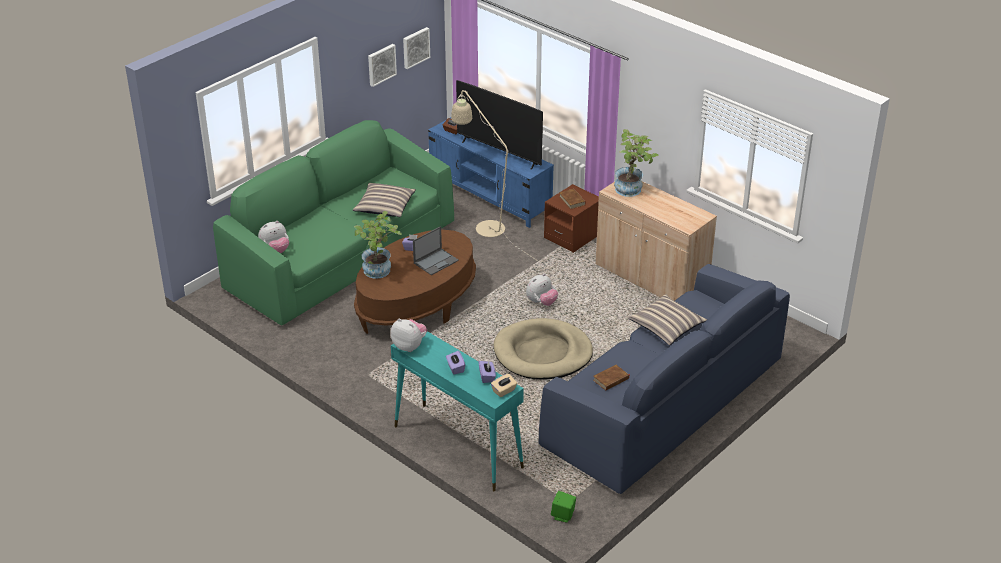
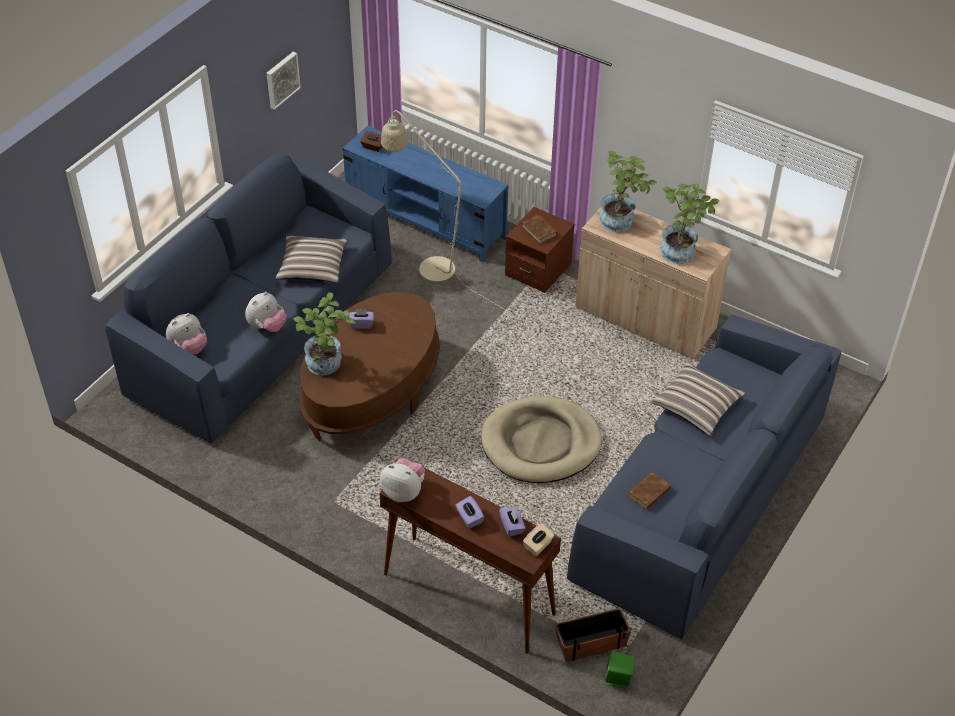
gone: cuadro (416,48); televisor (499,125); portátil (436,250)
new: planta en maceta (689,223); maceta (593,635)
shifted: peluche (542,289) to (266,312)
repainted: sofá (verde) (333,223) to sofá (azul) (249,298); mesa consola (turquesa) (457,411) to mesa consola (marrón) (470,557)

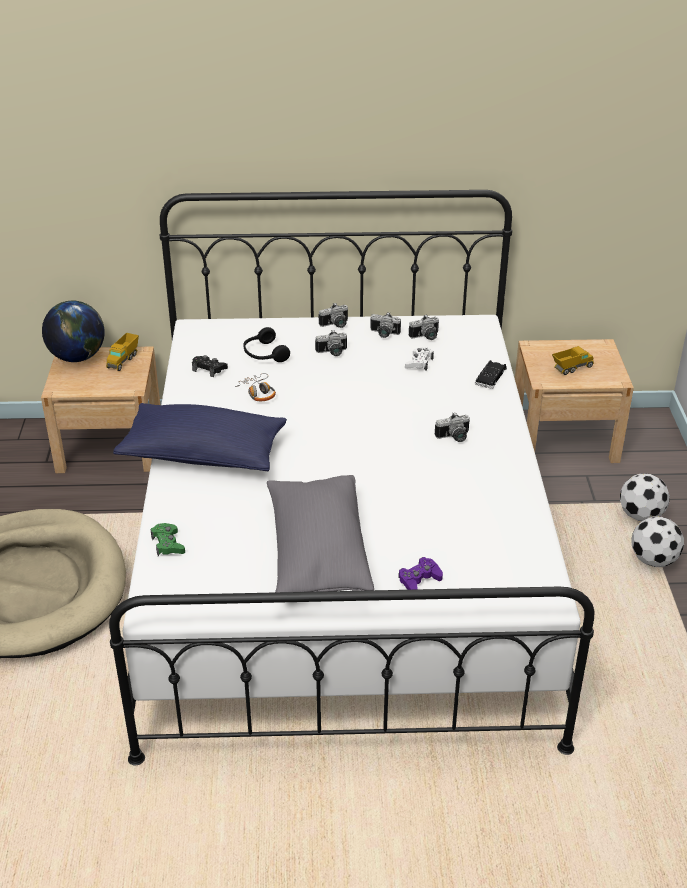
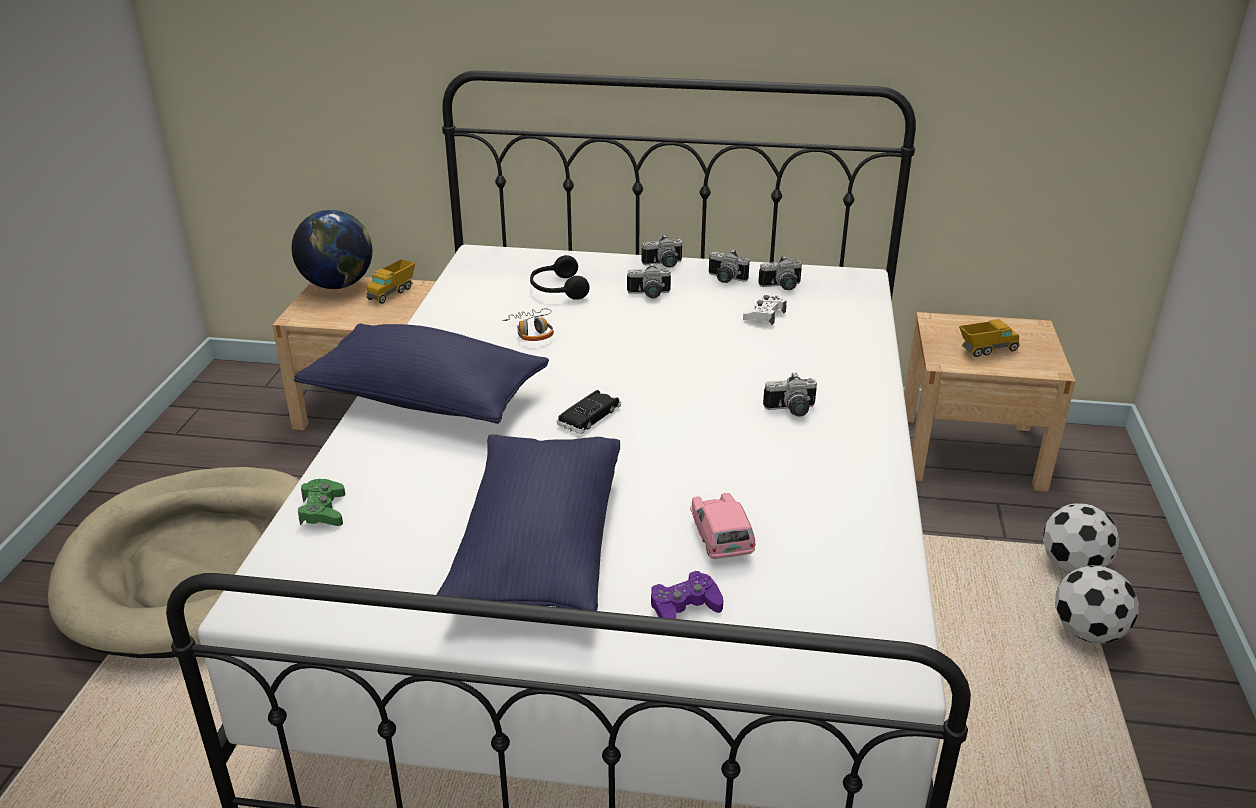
gone: mando de consola (negro) (210,366)
new: coche de juguete (rosa) (722,526)
shifted: coche de juguete (negro) (491,374) to (589,412)
repainted: cojín (gris) (320,533) to cojín (azul) (528,522)

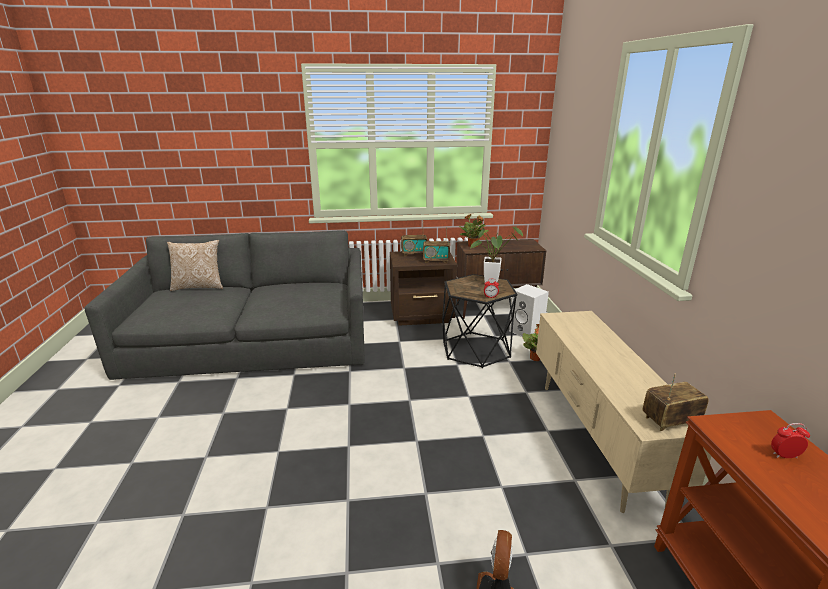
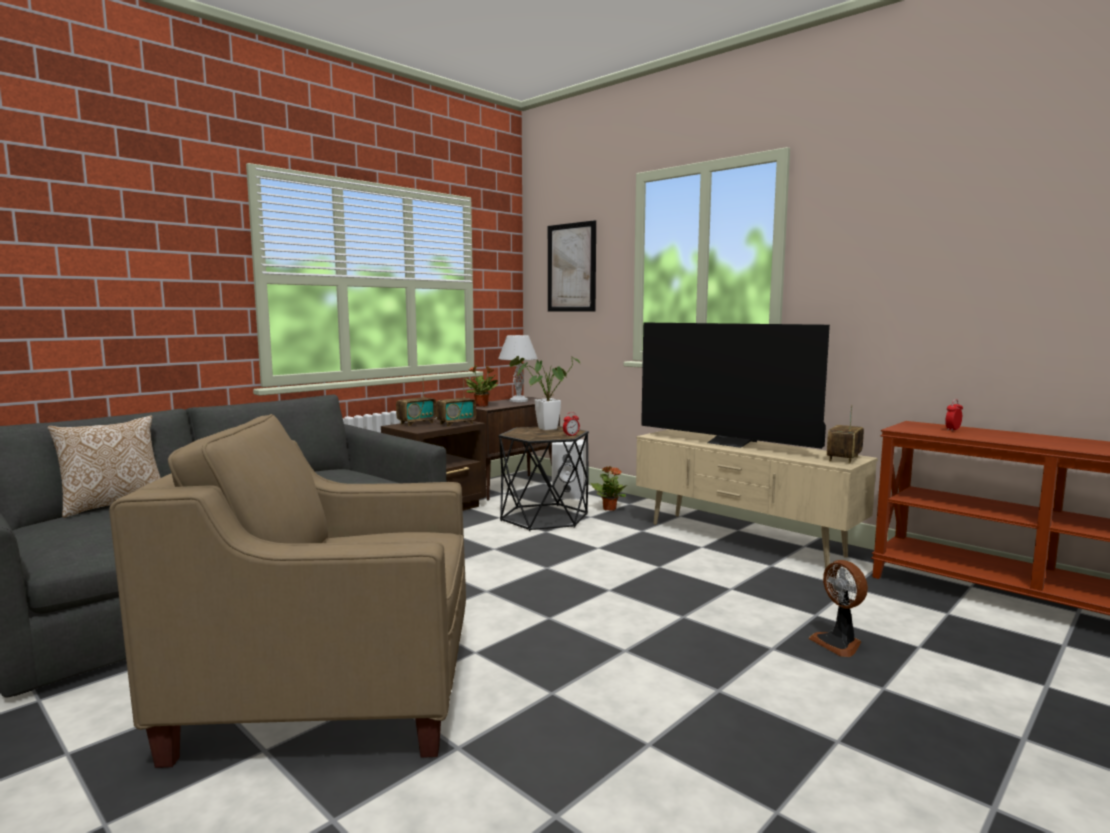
new: cuadro (572,266); televisor (735,386); lámpara de mesa (blanco) (518,368); sillón (beis) (287,591)

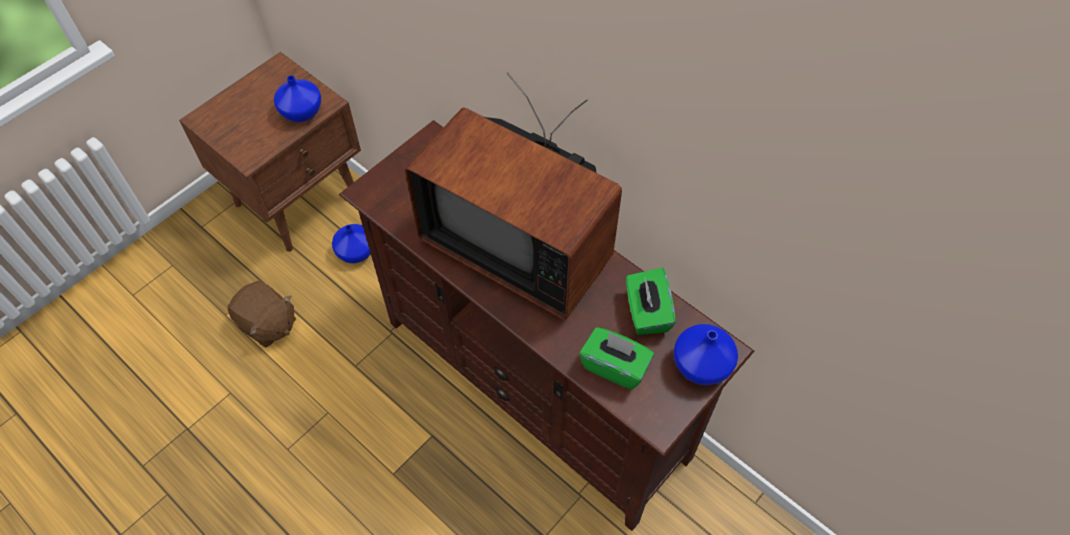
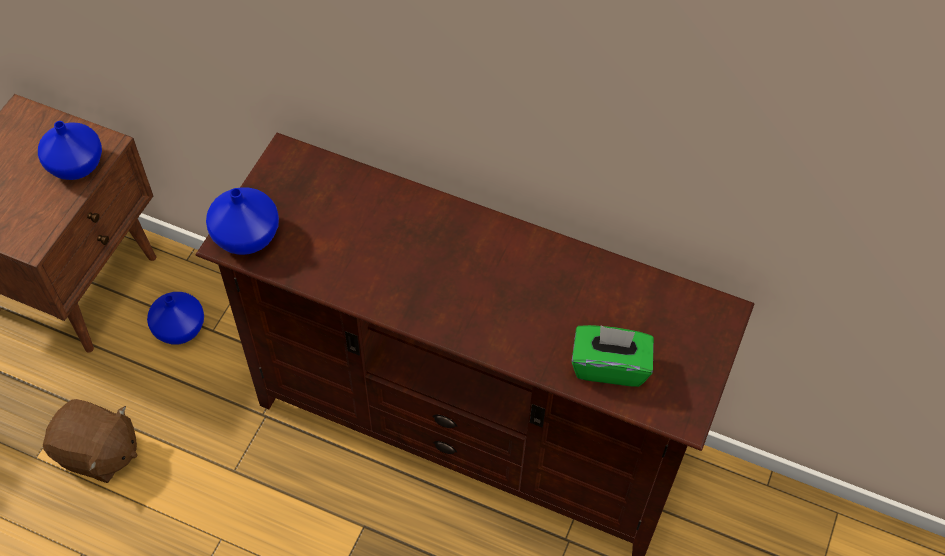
gone: televisor (513,196); caja de pañuelos (verde) (651,301)
shifted: florero (azul) (705,354) to (242,221)

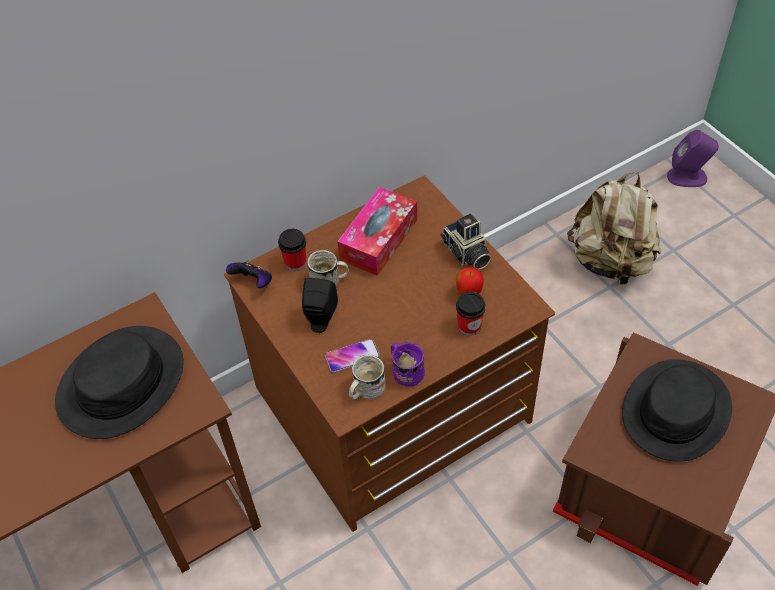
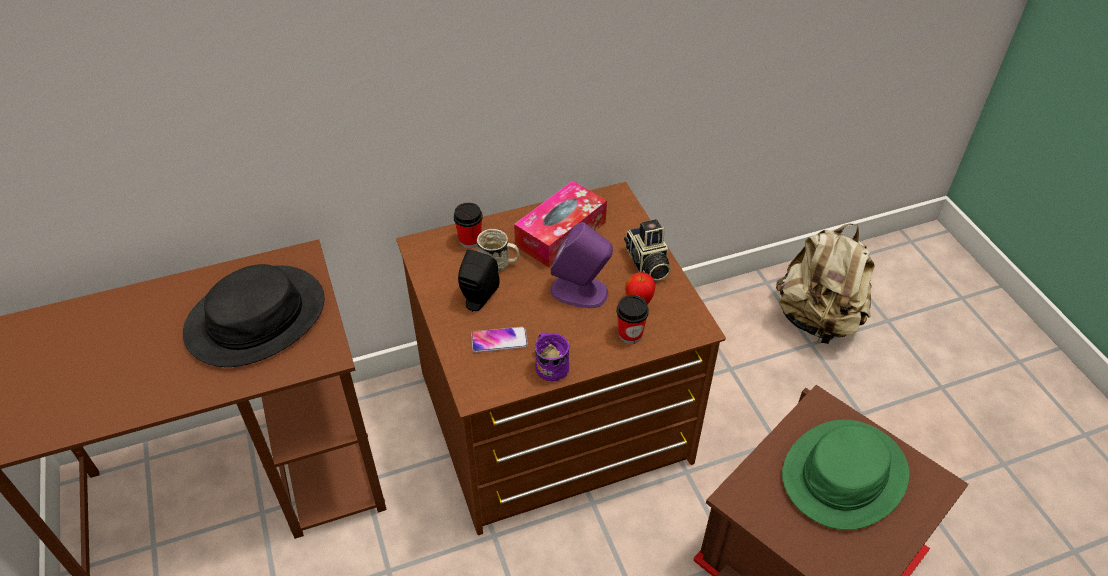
gone: mando de consola (249,274); taza grande (blanco) (367,377)
shifted: altavoz (morado) (693,158) to (581,265)
repainted: sombrero (negro) (677,410) to sombrero (verde) (846,475)

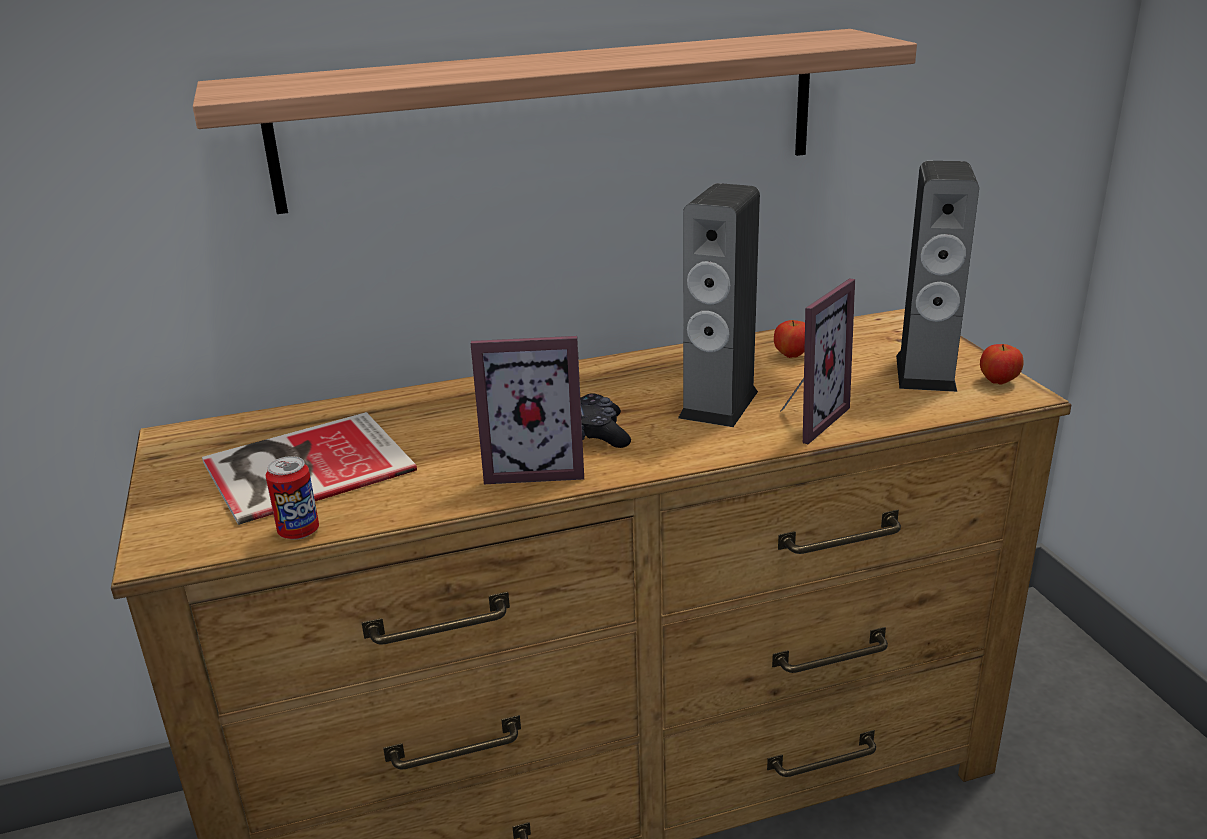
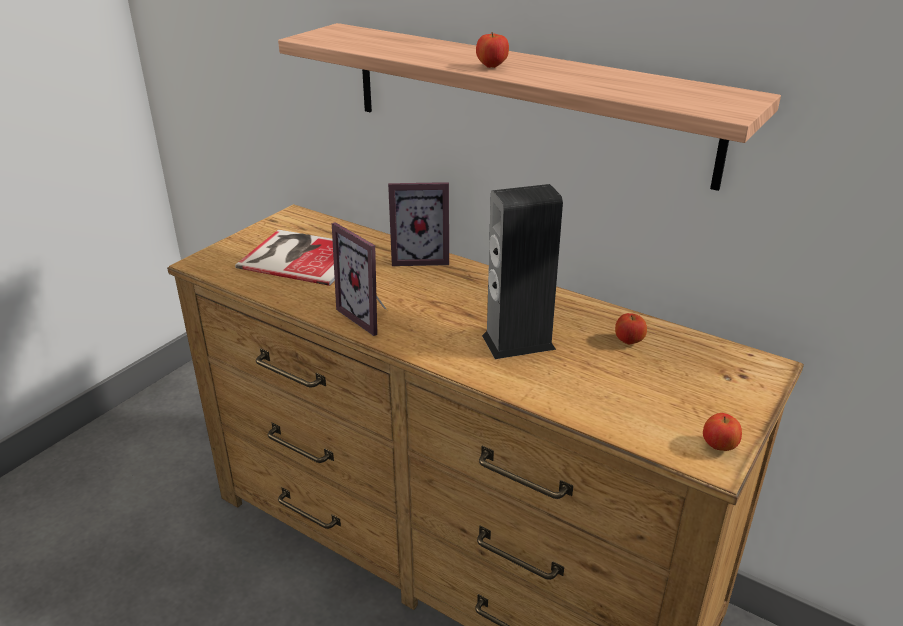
gone: altavoz (937,276); mando de consola (negro) (605,420); lata (292,498)
new: manzana (492,50)
shifted: portarretratos (817,361) to (418,224)

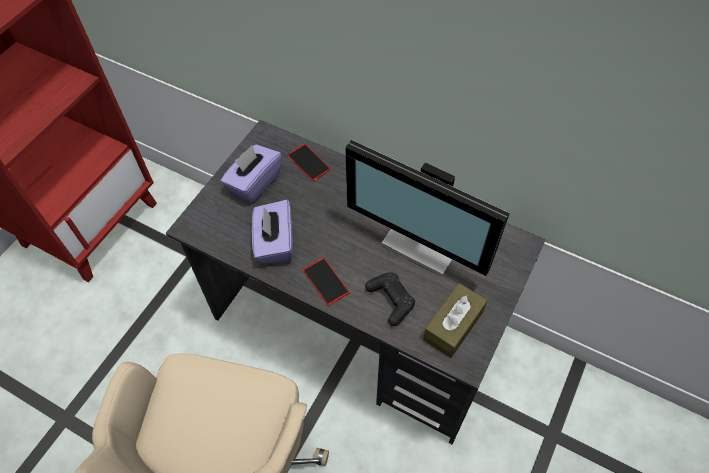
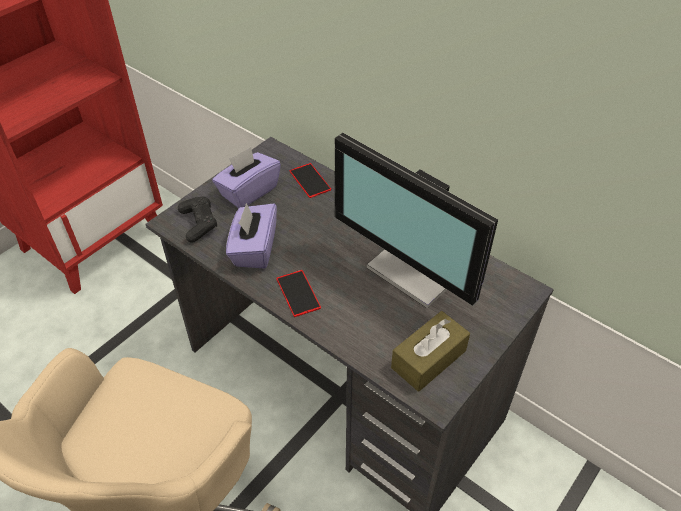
shifted: mando de consola (negro) (390,299) to (197,219)

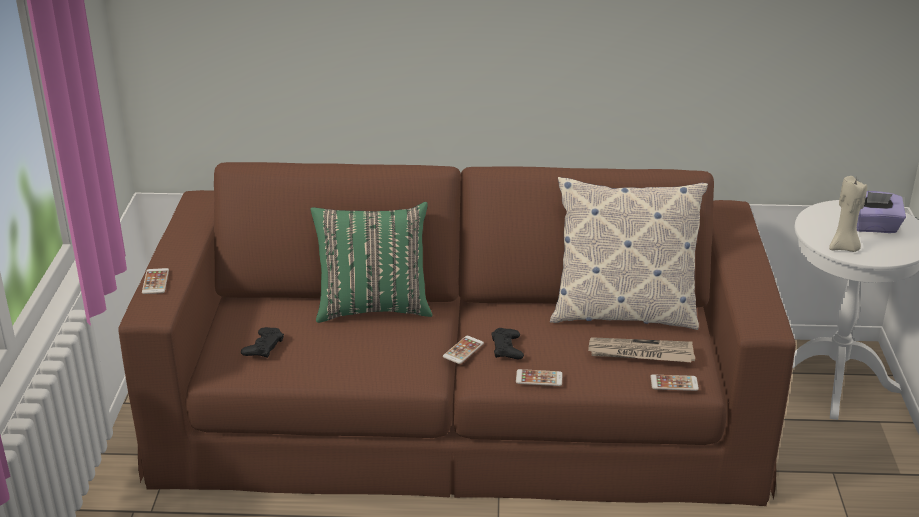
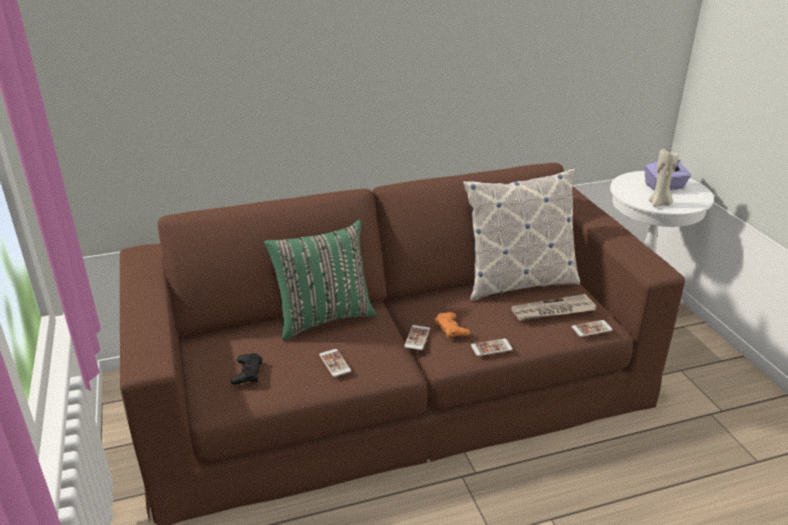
shifted: móvil (155,281) to (335,363)
repainted: mando de consola (negro) (507,343) to mando de consola (naranja) (452,325)

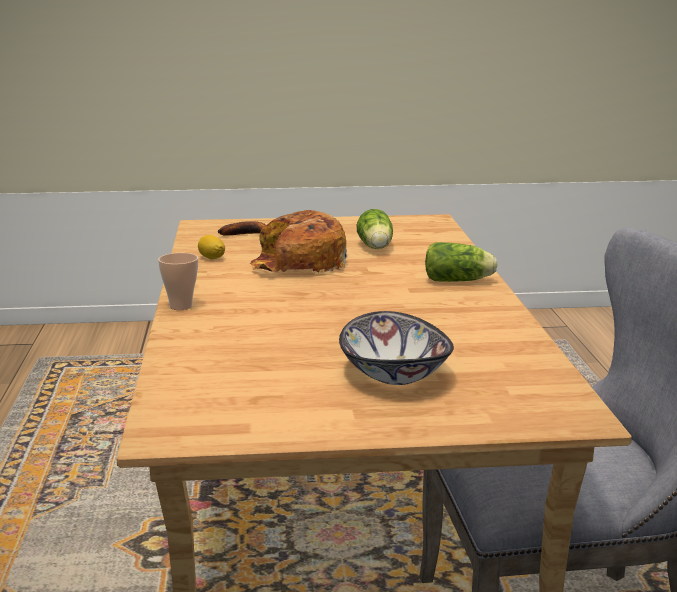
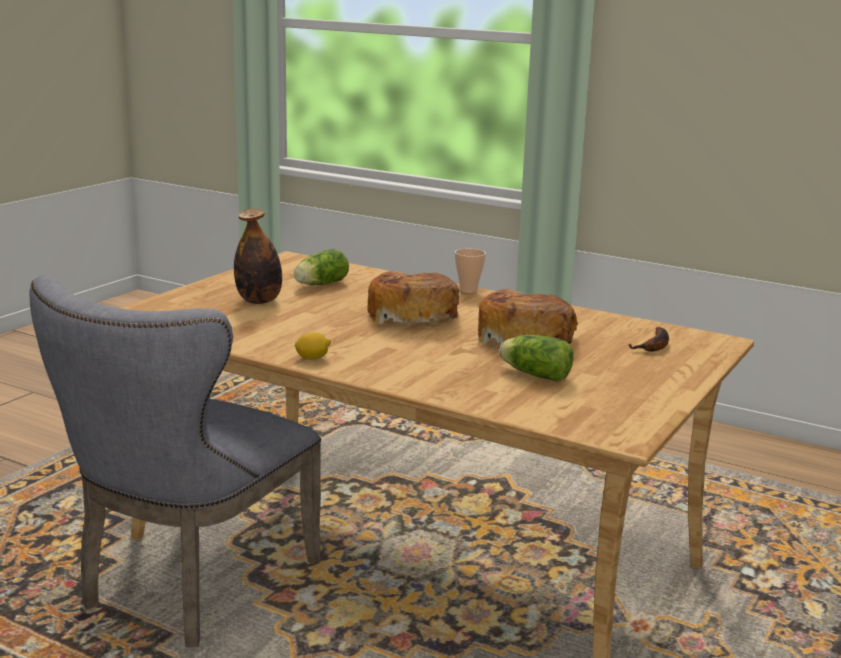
new: pan (414,298)
shifted: limón (211,247) to (313,346); lechuga (461,262) to (321,267)
swapped: cuenco (396,348) to botella (258,256)

